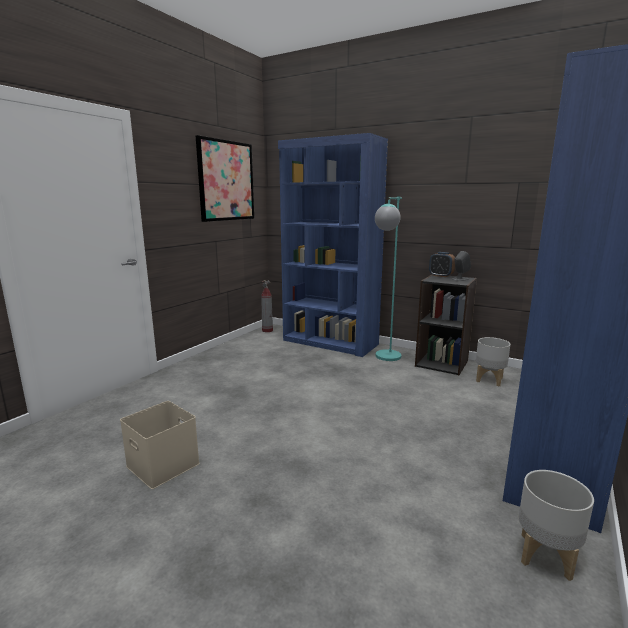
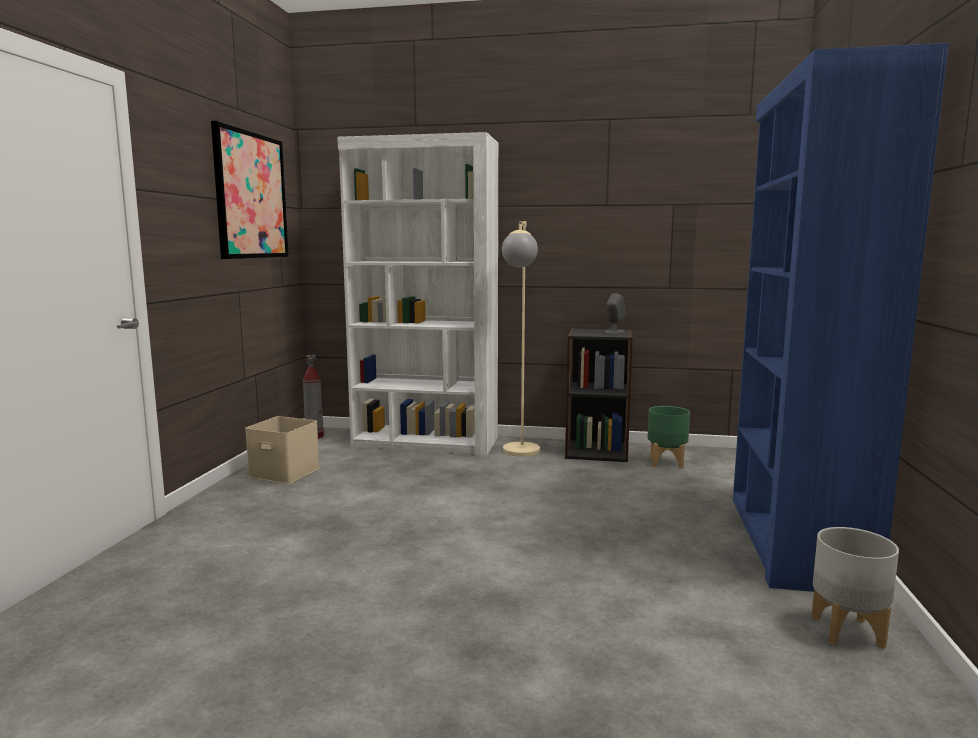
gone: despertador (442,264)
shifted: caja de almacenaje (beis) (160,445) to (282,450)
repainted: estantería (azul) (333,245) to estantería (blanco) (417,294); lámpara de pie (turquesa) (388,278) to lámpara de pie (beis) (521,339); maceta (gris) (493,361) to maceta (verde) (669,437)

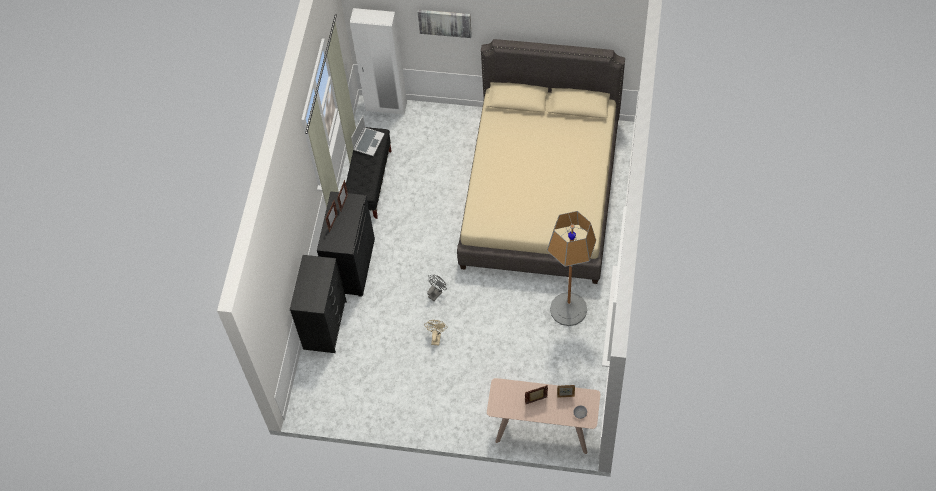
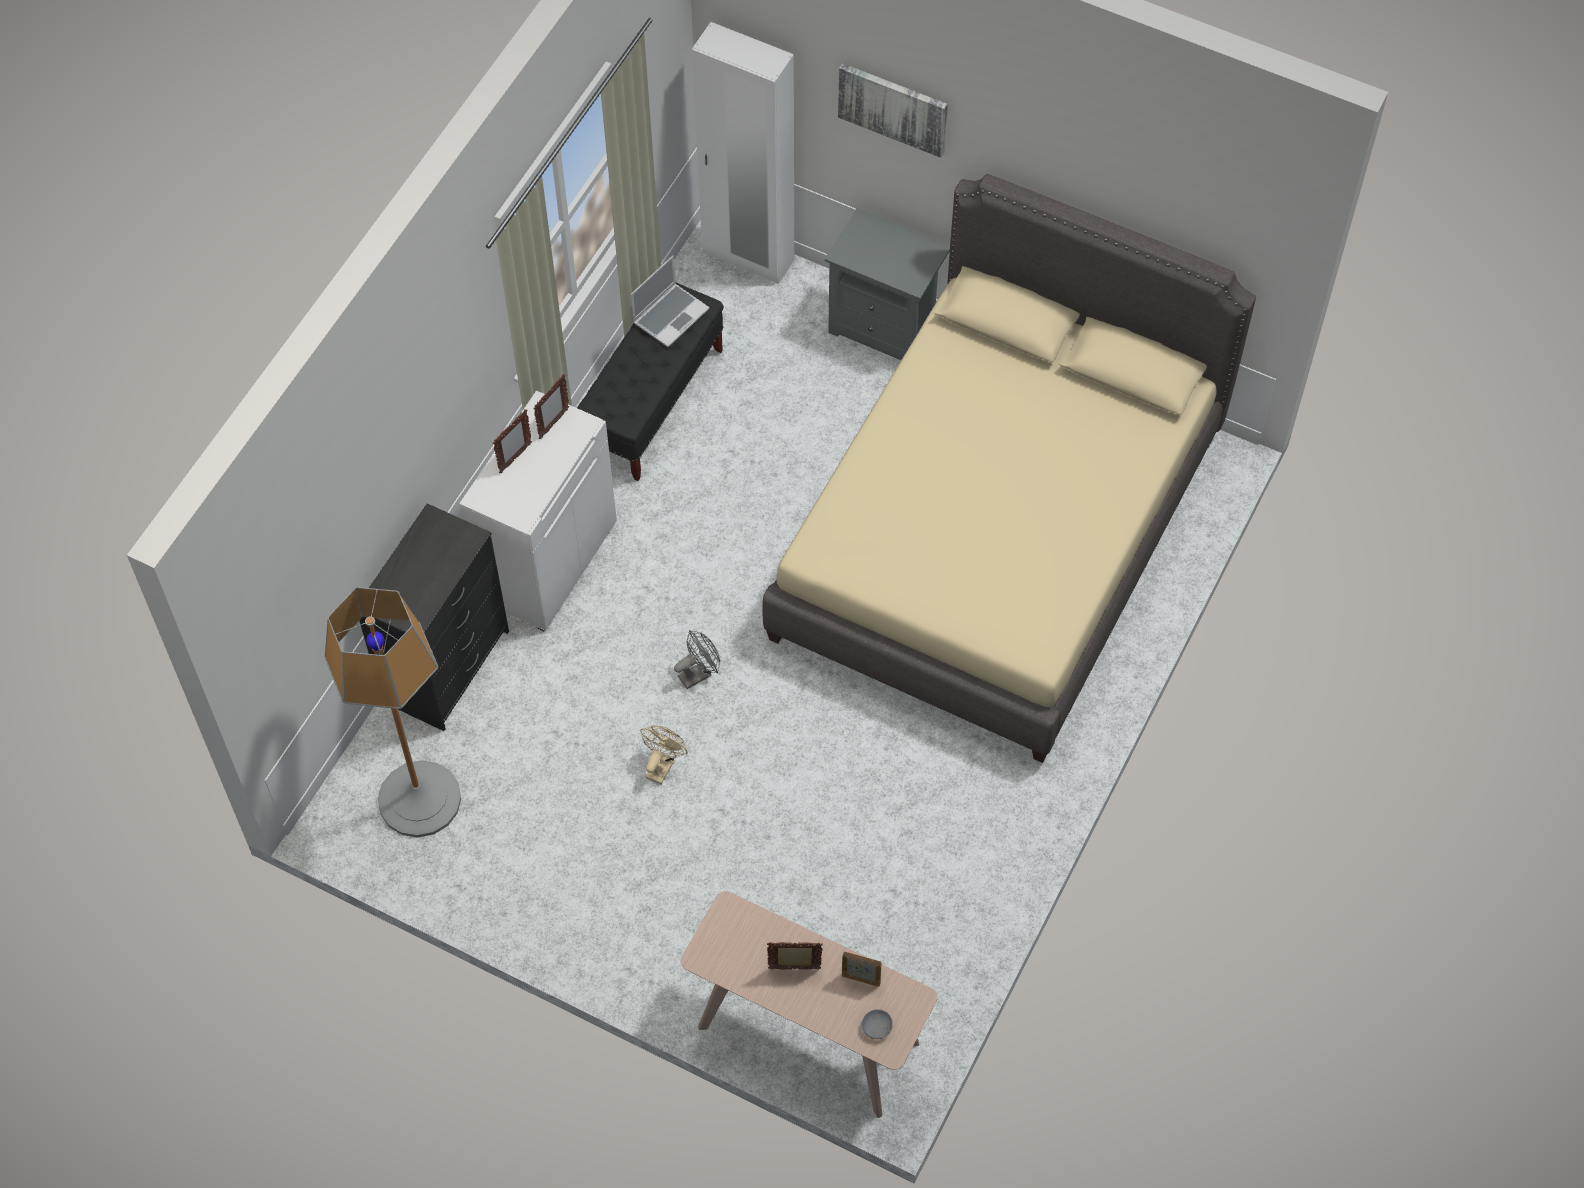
new: mesita de noche (gris) (887,284)
shifted: lámpara de pie (571,268) to (393,712)
repainted: armario (negro) (346,244) to armario (blanco) (538,511)

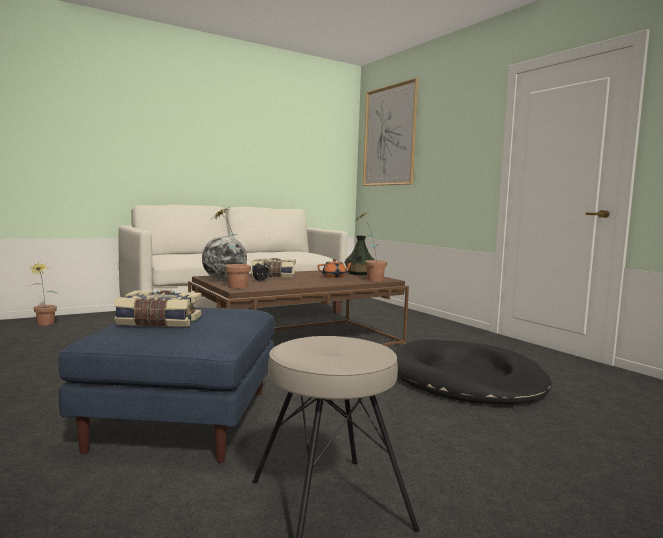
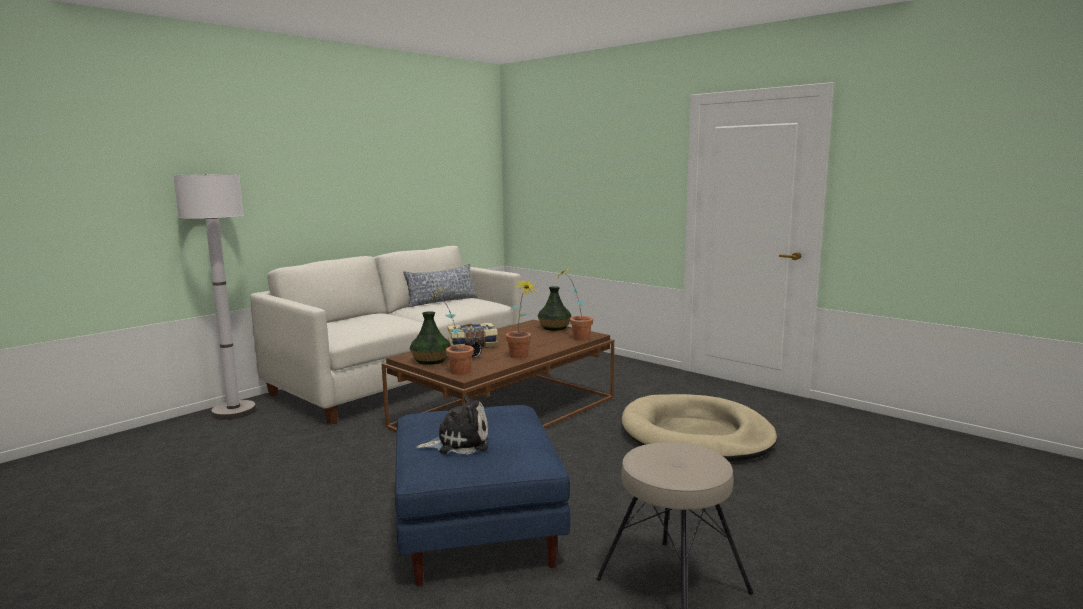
gone: cuadro (390,132); tetera (naranja) (334,268)
new: lámpara de pie (blanco) (215,297); cojín (440,285)
shifted: planta en maceta (43,294) to (521,318)
swapped: globo terráqueo (224,258) to florero (430,338); libro (157,308) to peluche (452,425)
repainted: cama para perro (negro) (472,372) to cama para perro (beis) (699,428)

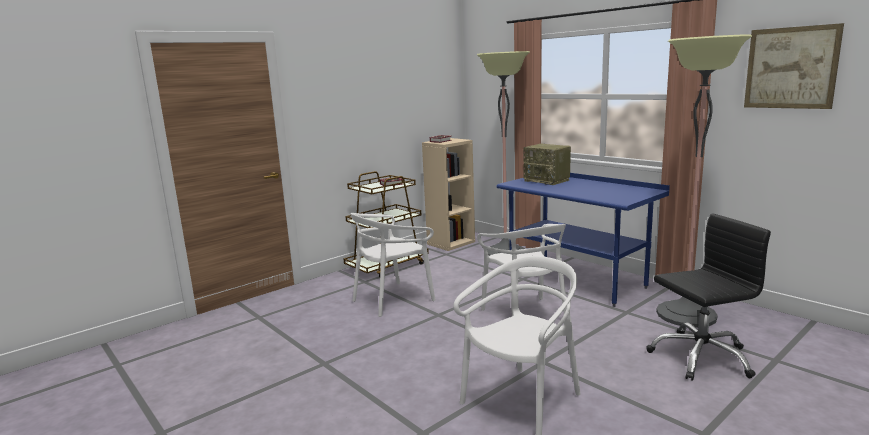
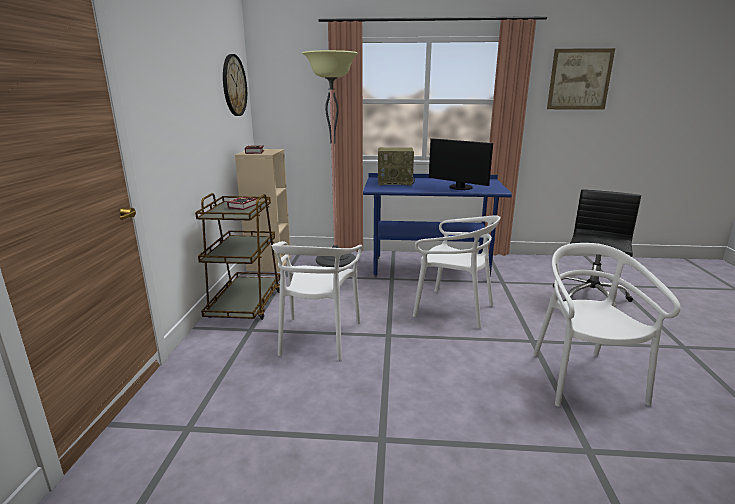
gone: lámpara de pie (704,181)
new: reloj de pared (235,85); monitor (461,164)

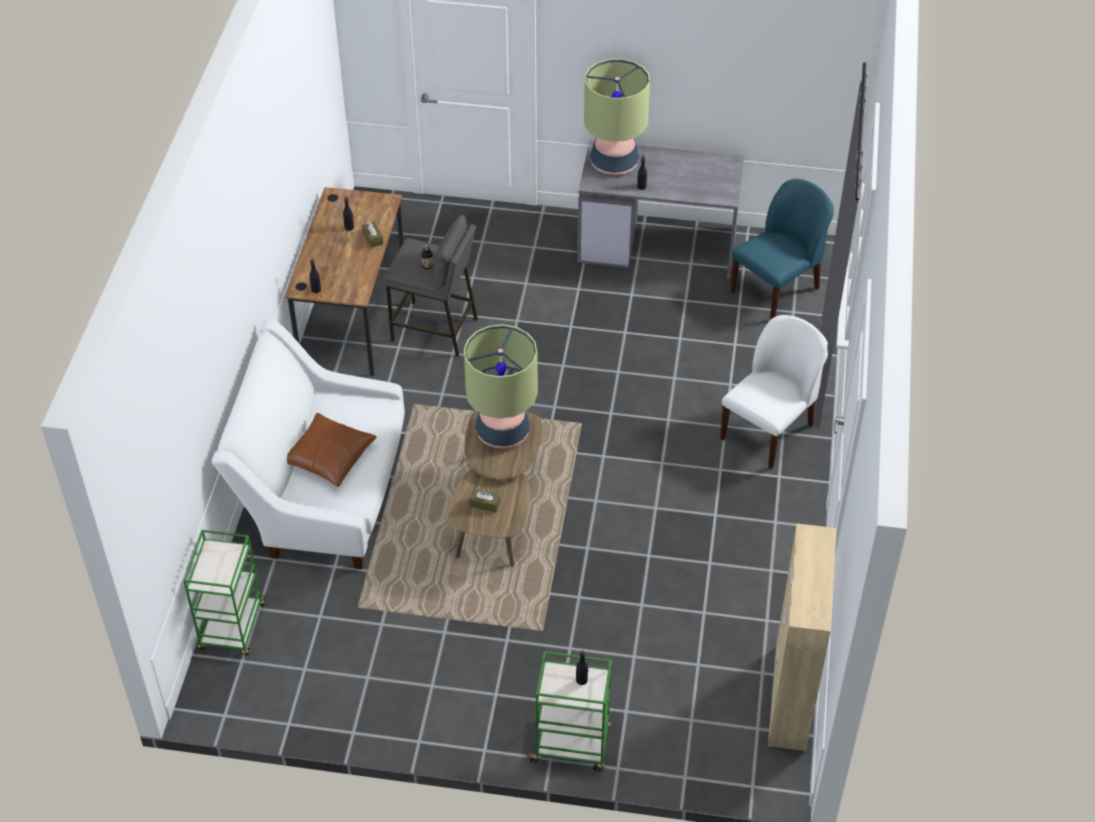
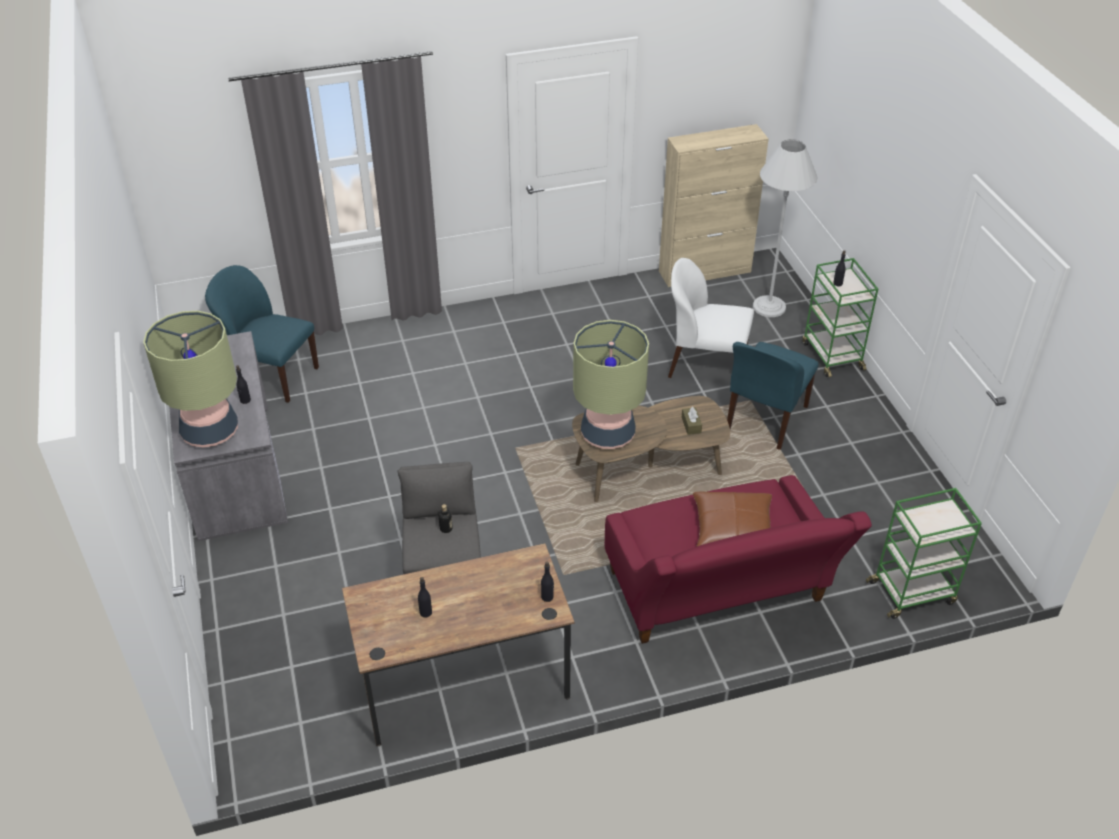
gone: caja de pañuelos (marrón) (372,234)
new: lámpara de pie (blanco) (785,228); silla (azul) (773,396)
shifted: silla (blanco) (774,392) to (711,318)
repainted: sofá (blanco) (308,444) to sofá (rojo) (738,559)

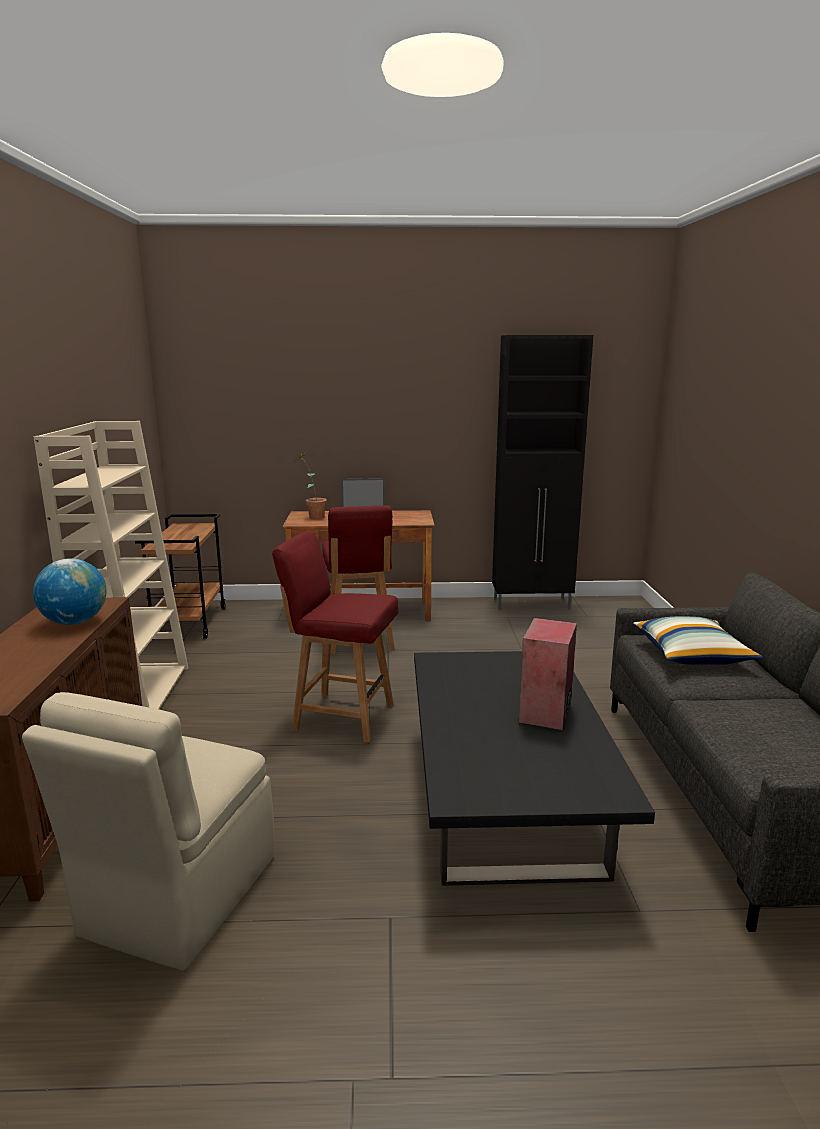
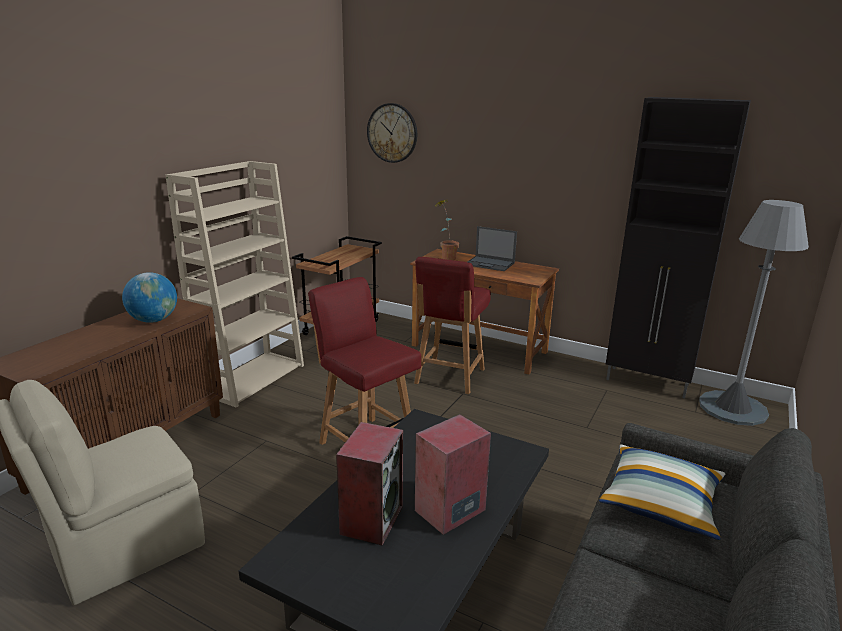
new: reloj de pared (392,133); lámpara de pie (gris) (754,313); altavoz (369,484)

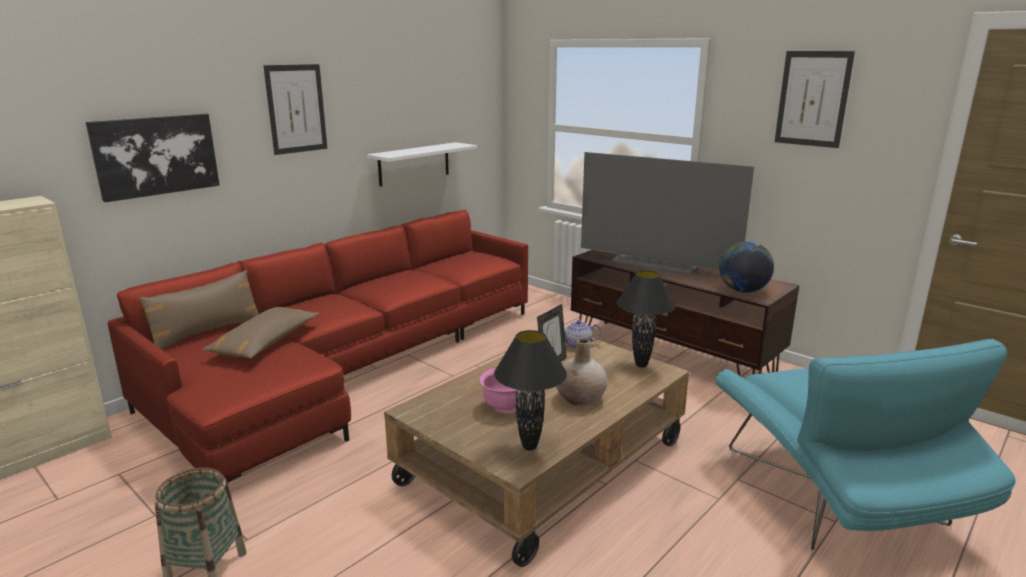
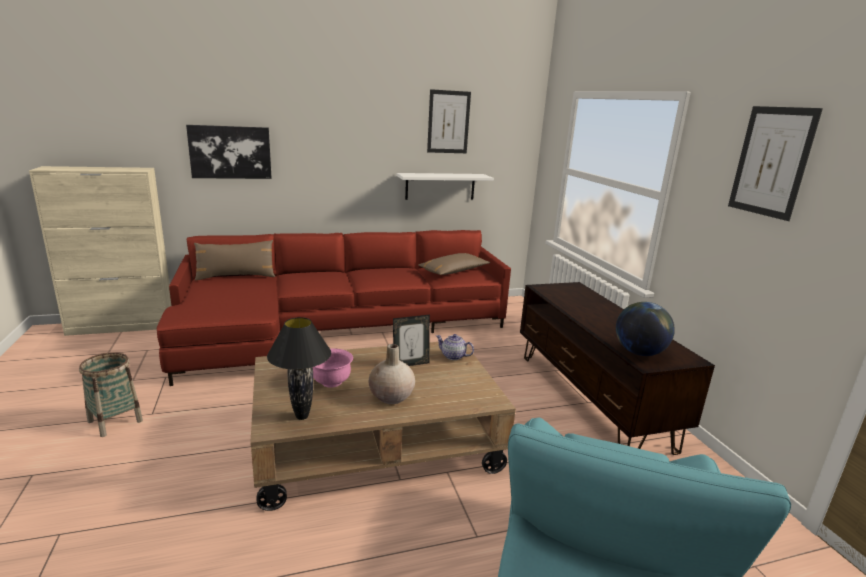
gone: televisor (667,213); lámpara de mesa (negro) (646,319)
shifted: cuadro (295,109) to (449,121); cojín (marrón) (261,333) to (454,264)

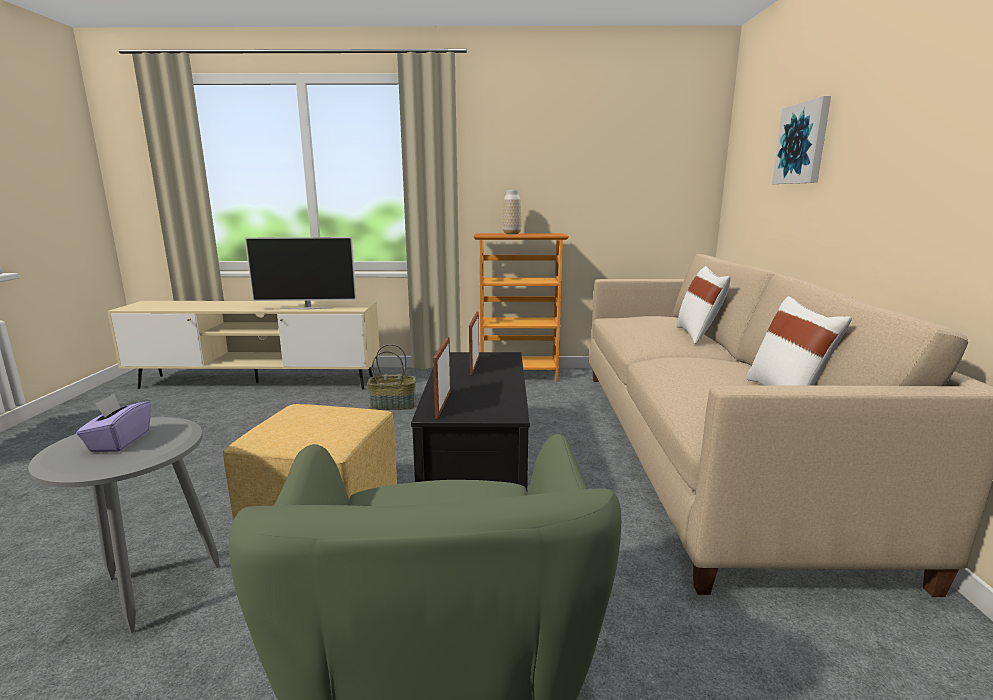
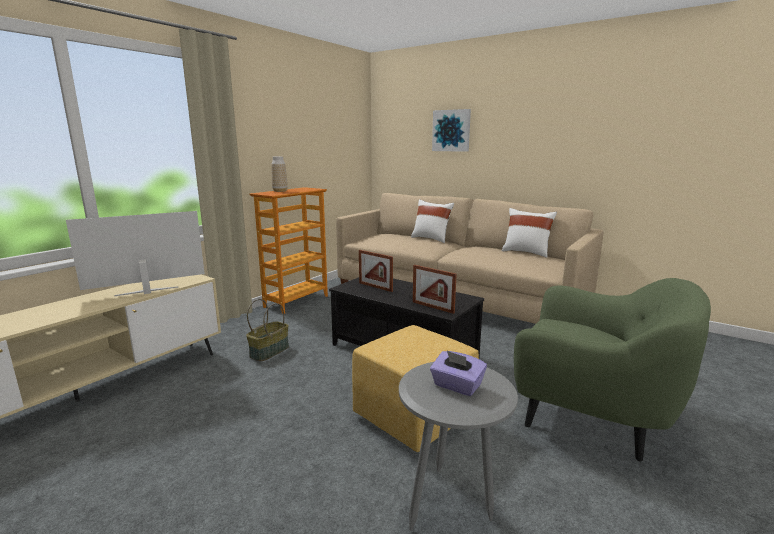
rotated: televisor (301,273) = (135,253) 150 degrees counterclockwise

